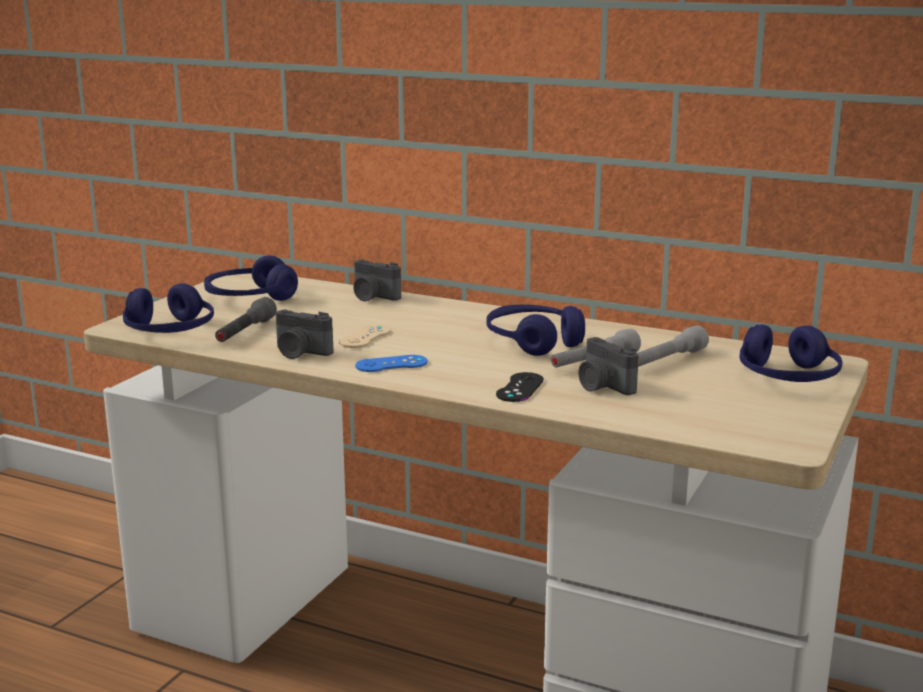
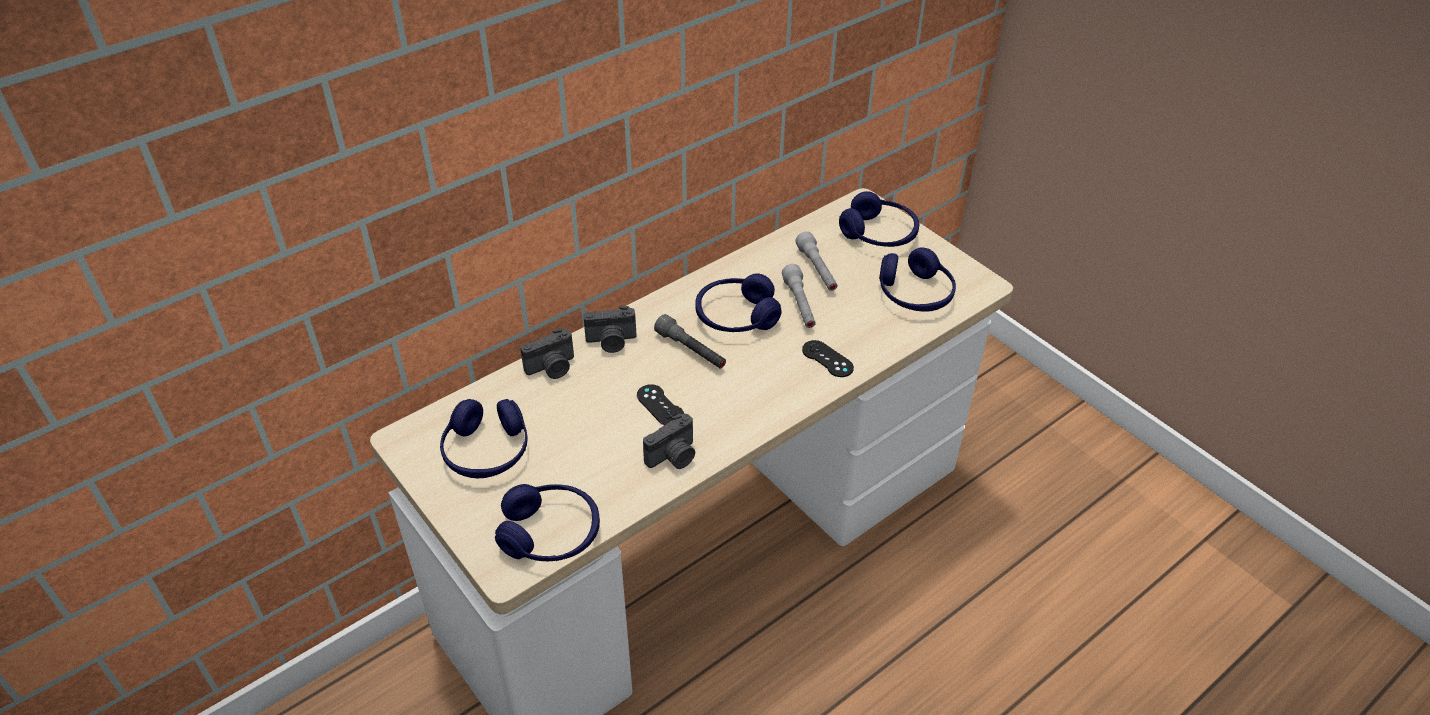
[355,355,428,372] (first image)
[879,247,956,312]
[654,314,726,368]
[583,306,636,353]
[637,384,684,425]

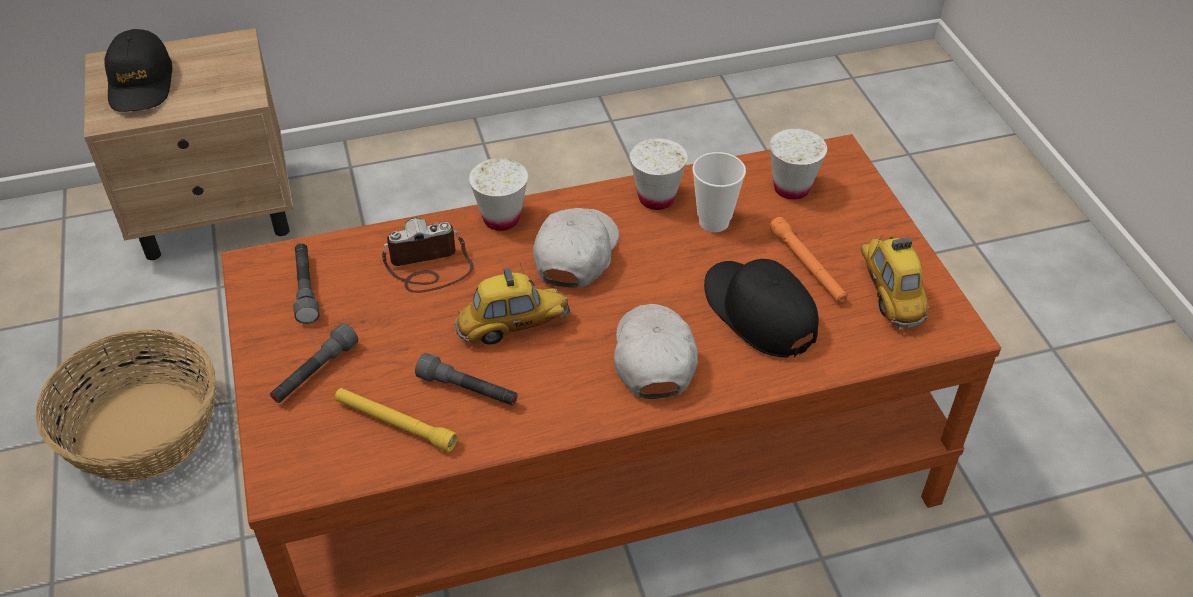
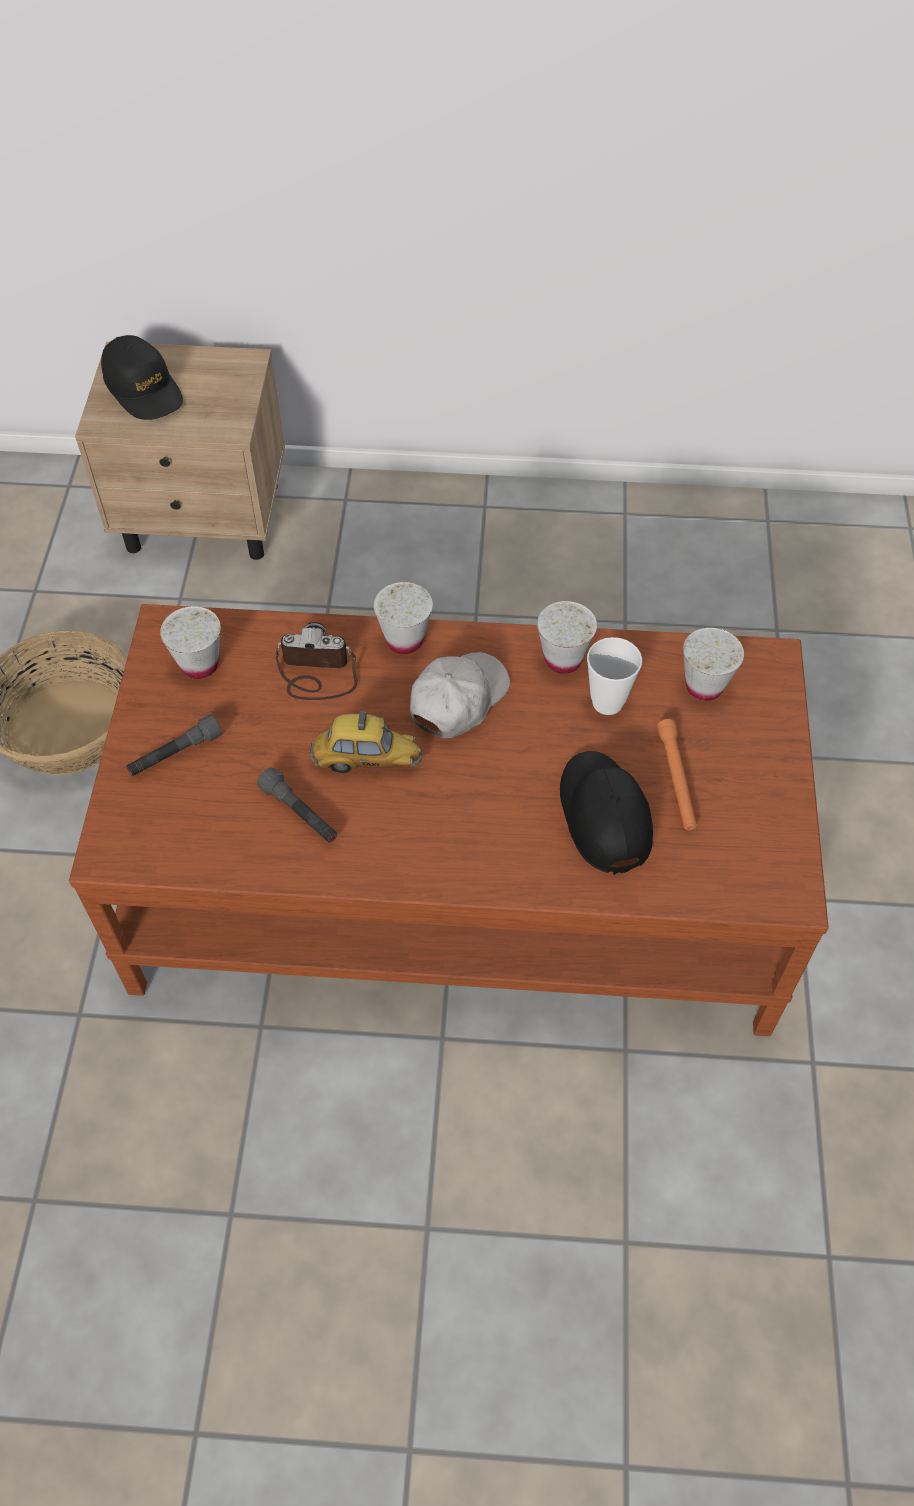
[335,388,458,452] (first image)
[614,304,698,399] (first image)
[861,236,929,331] (first image)
[160,606,221,679]
[101,335,183,420]

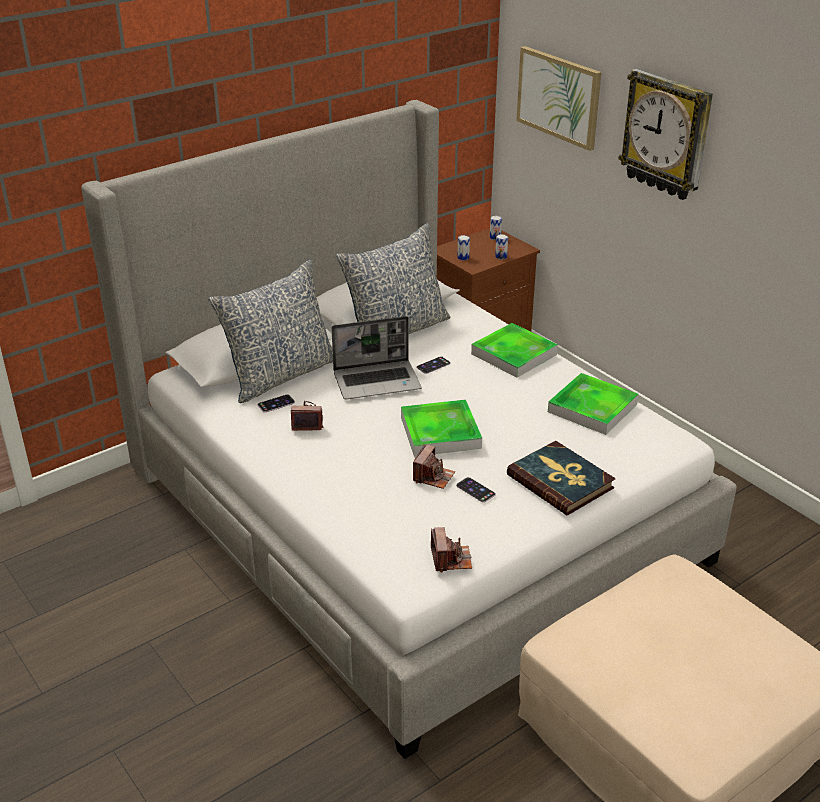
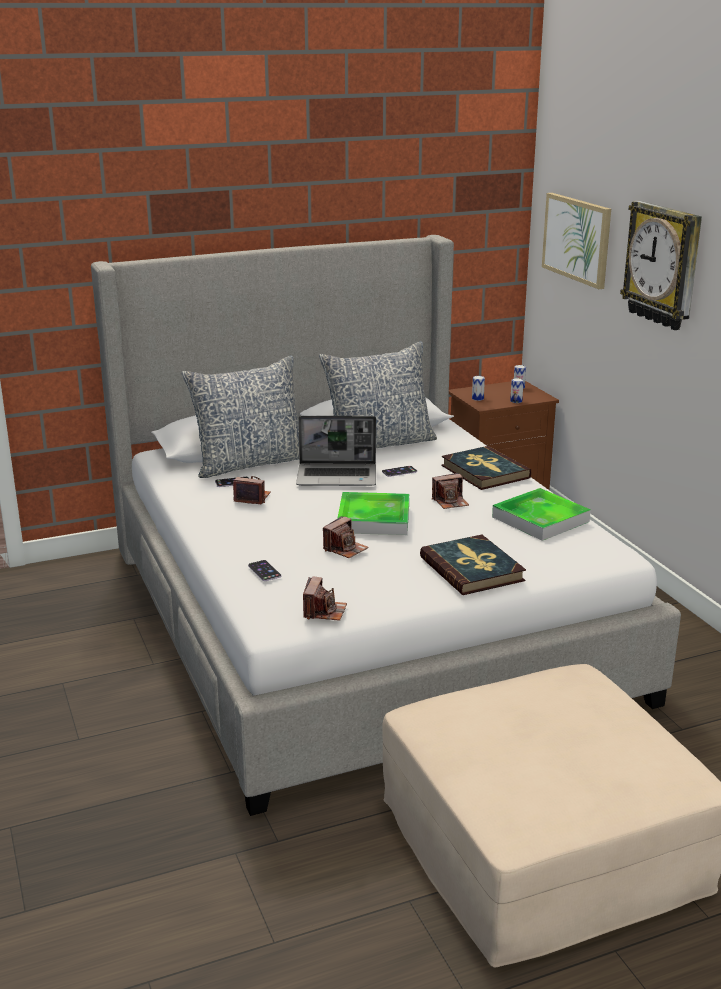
[432,473,469,509]
[248,560,282,581]
[441,446,532,490]

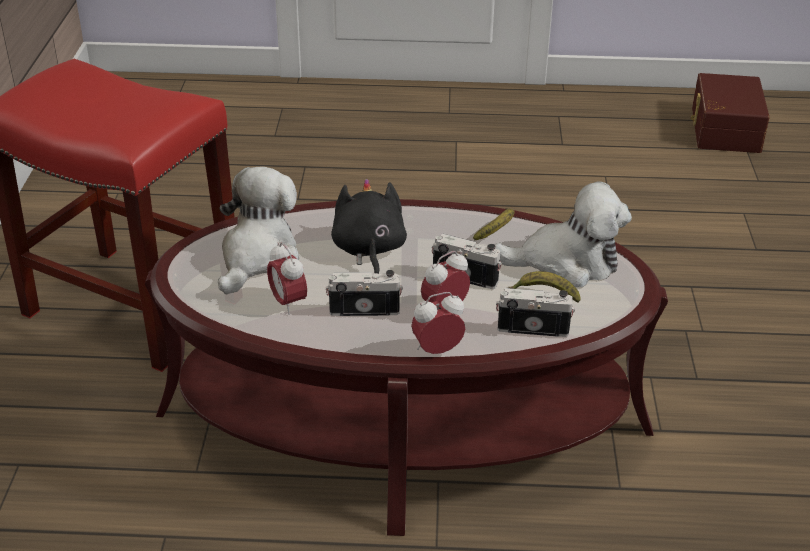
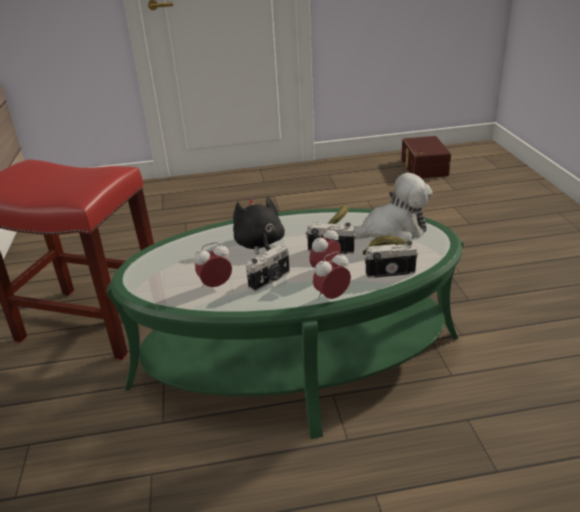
[218,167,299,294] (first image)
[106,208,463,439]
[194,242,232,287]
[246,244,290,292]

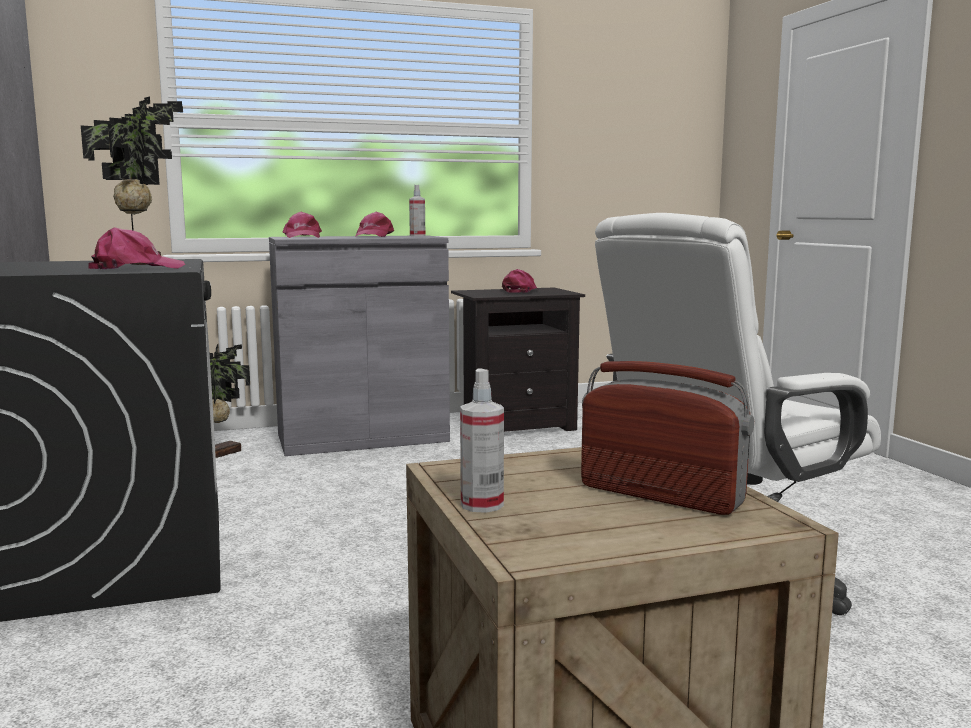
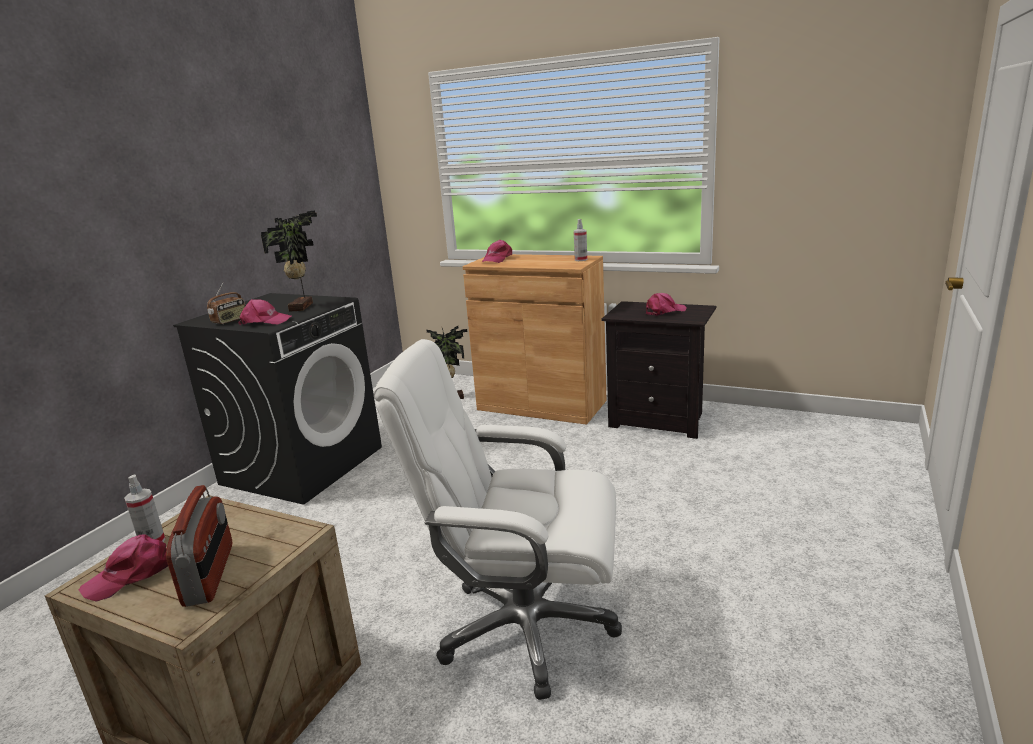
[207,283,245,324]
[79,534,168,602]
[463,254,607,425]

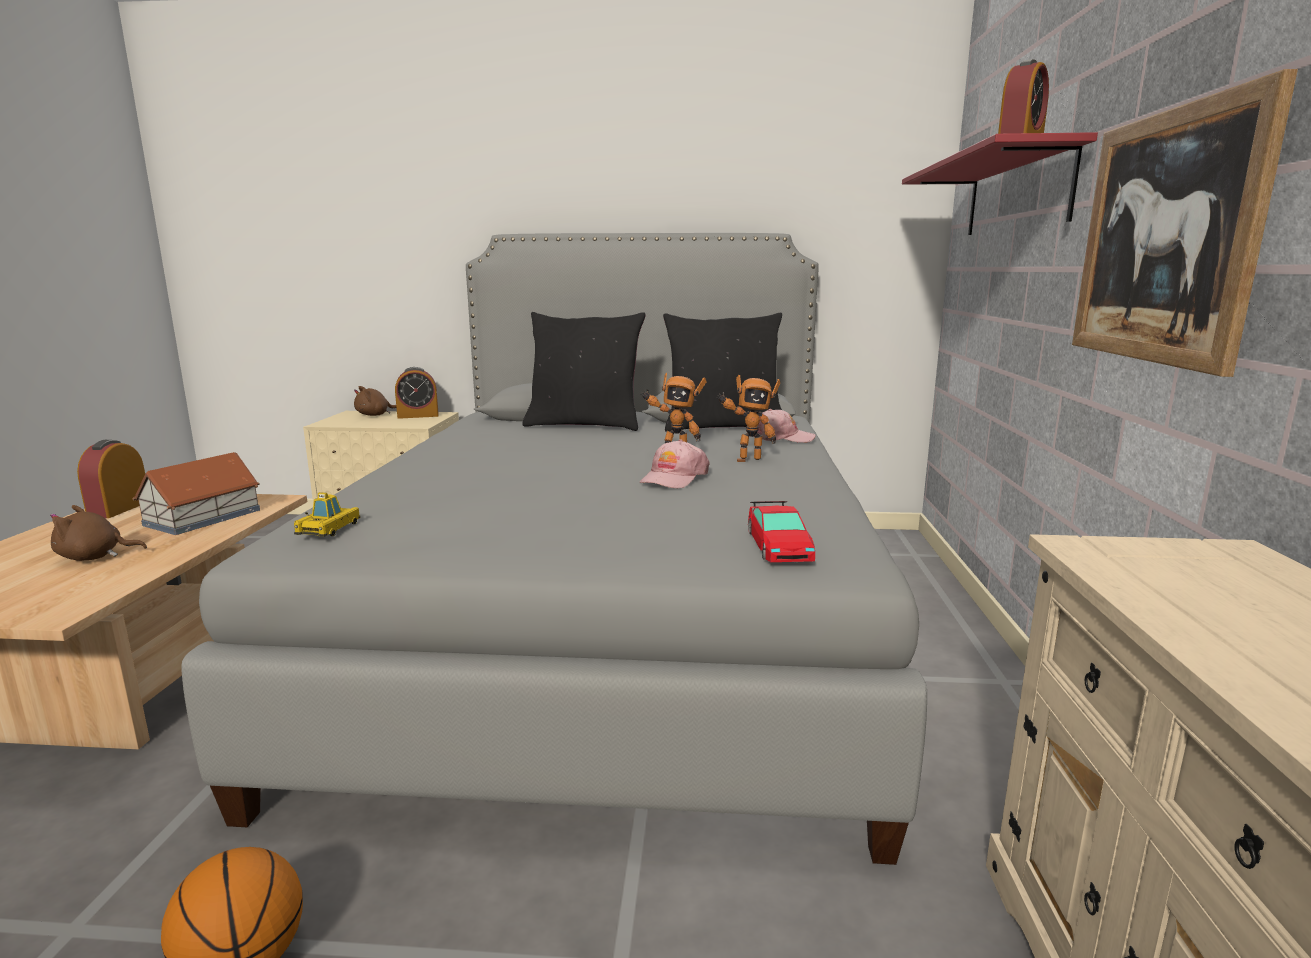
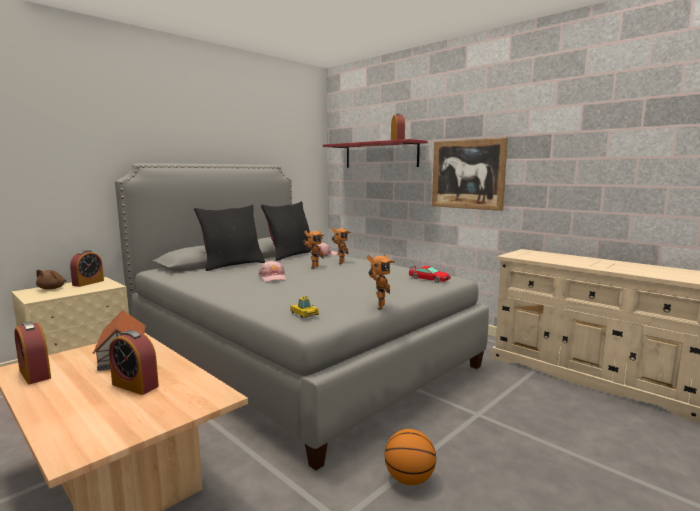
[366,254,395,310]
[258,260,286,282]
[109,330,159,395]

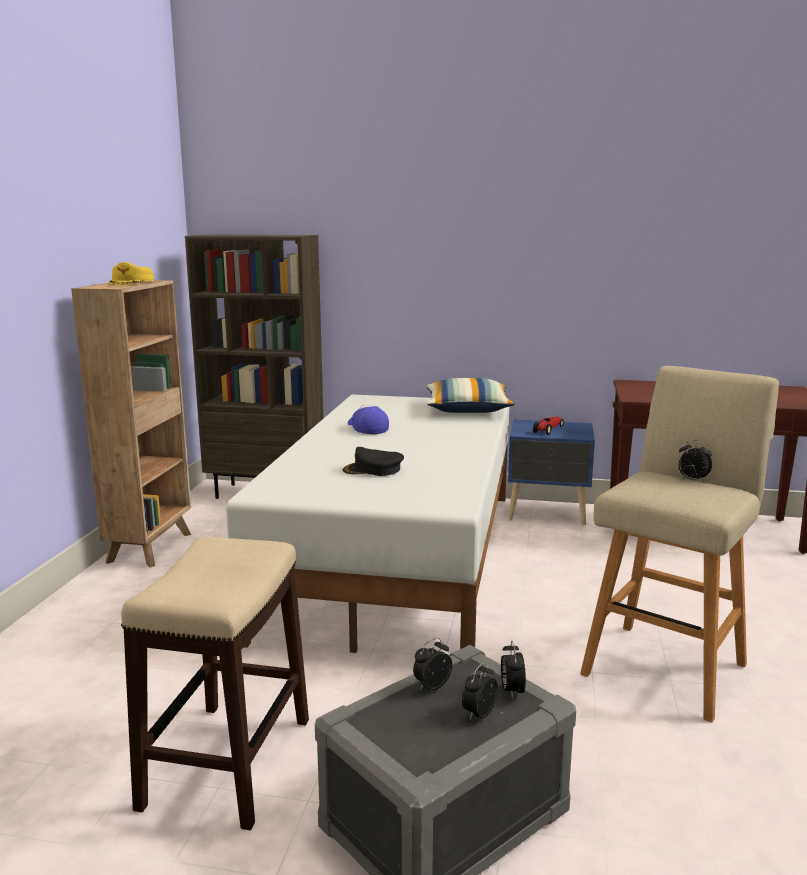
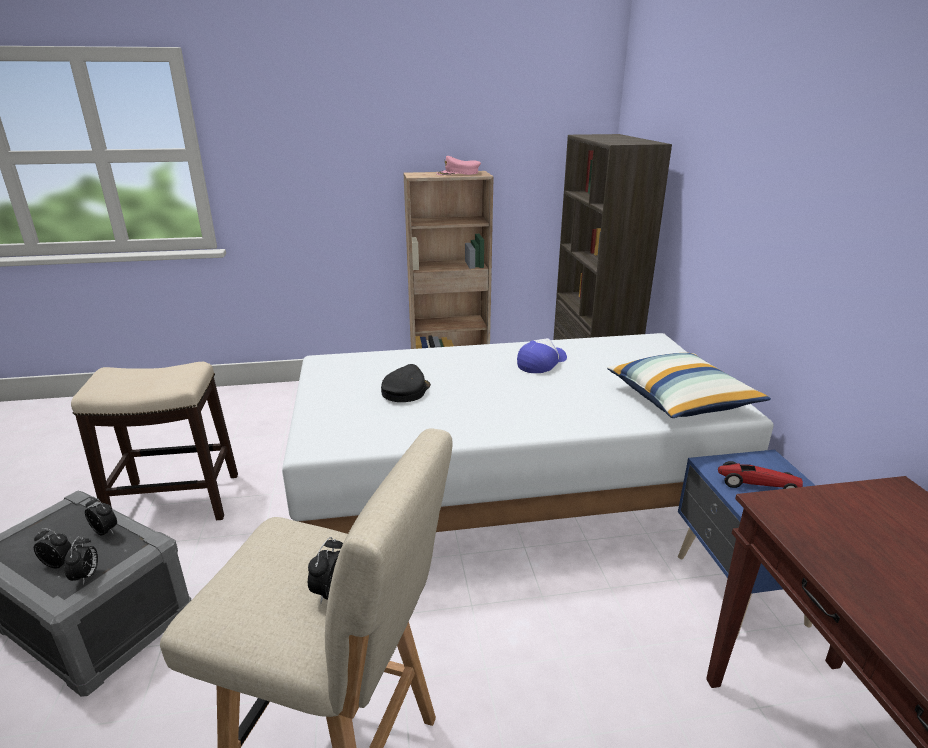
[436,156,481,175]
[381,364,431,402]
[64,536,98,585]

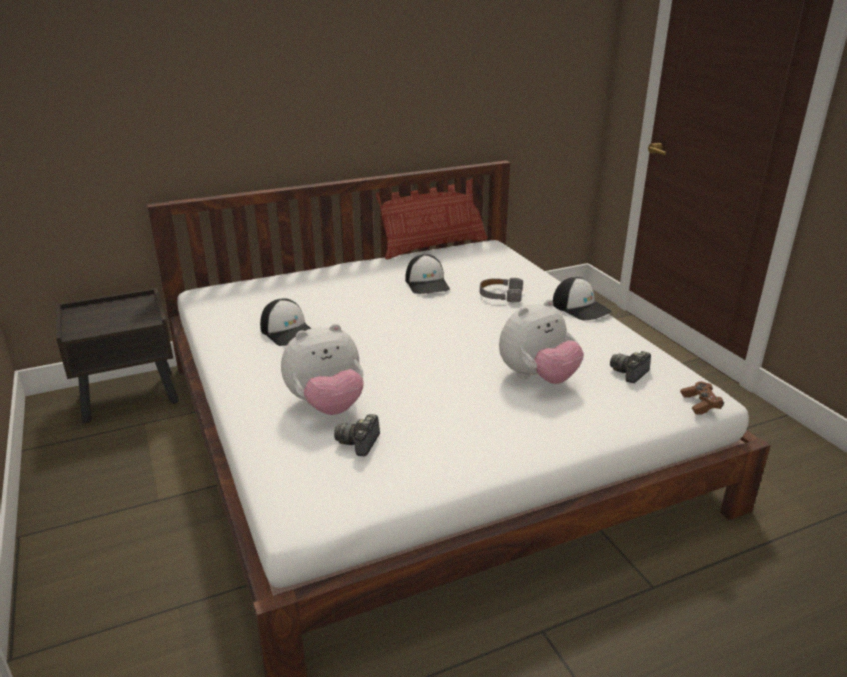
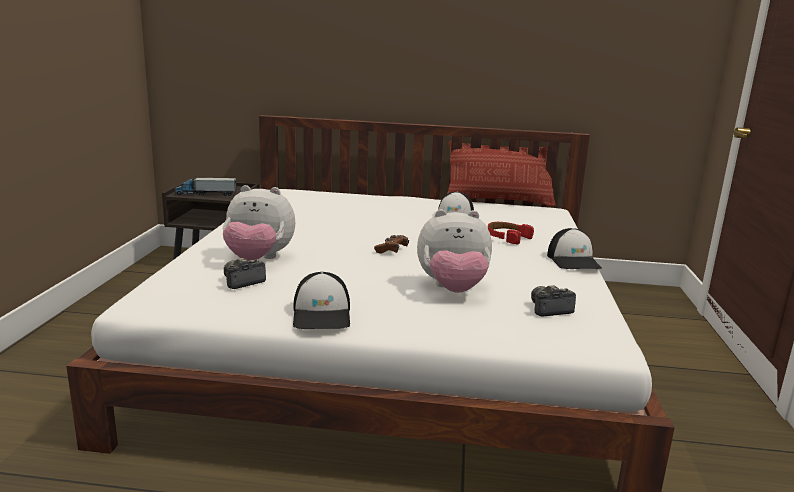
[175,176,237,196]
[293,272,350,329]
[374,235,409,254]
[488,222,534,244]

